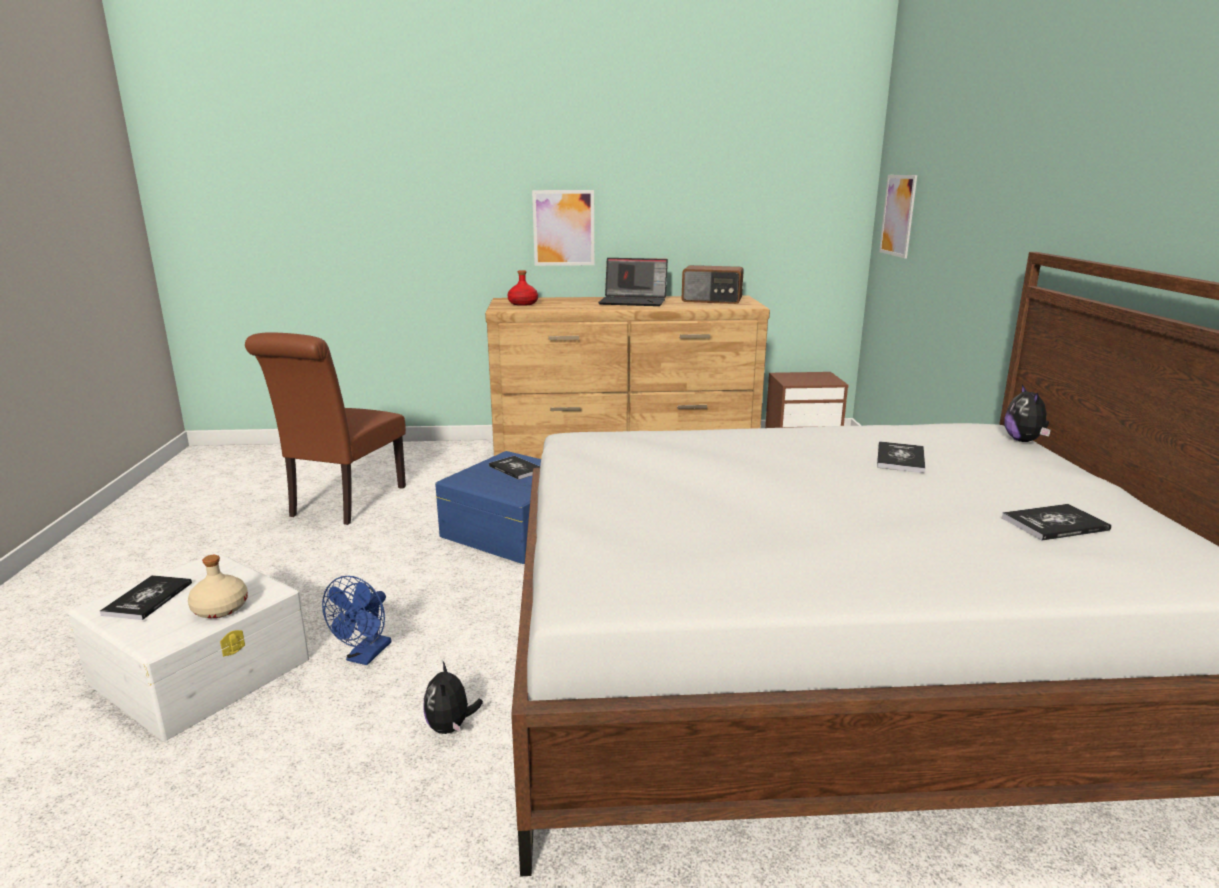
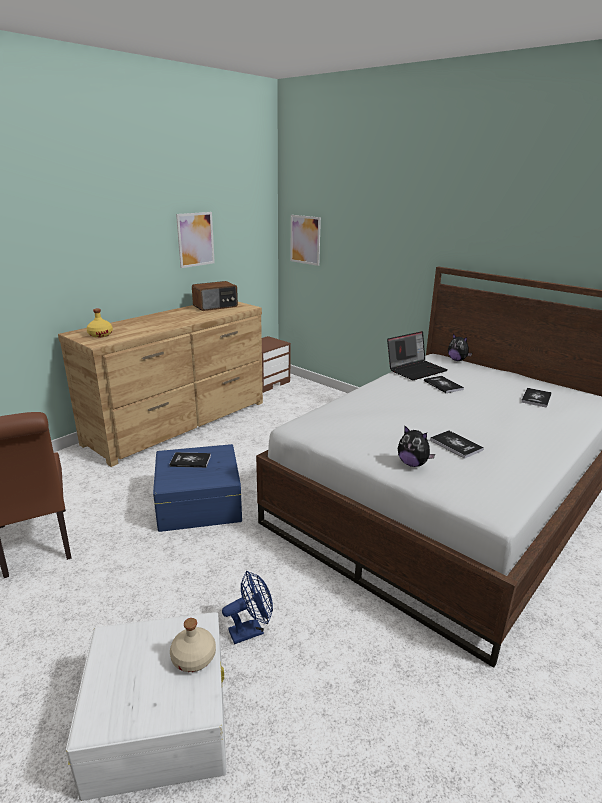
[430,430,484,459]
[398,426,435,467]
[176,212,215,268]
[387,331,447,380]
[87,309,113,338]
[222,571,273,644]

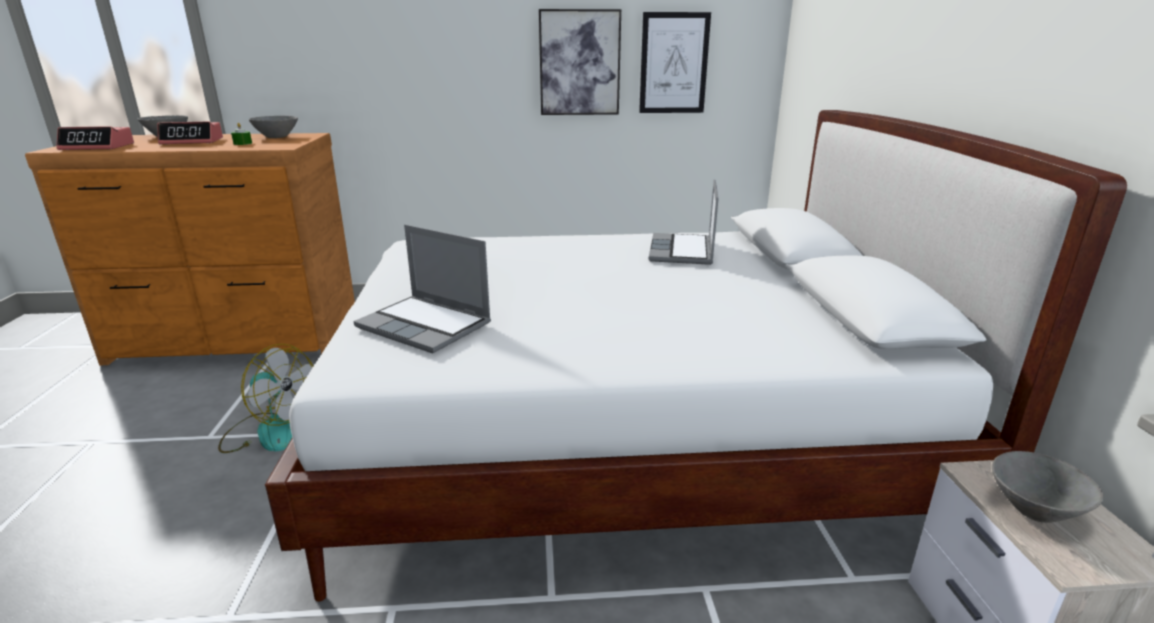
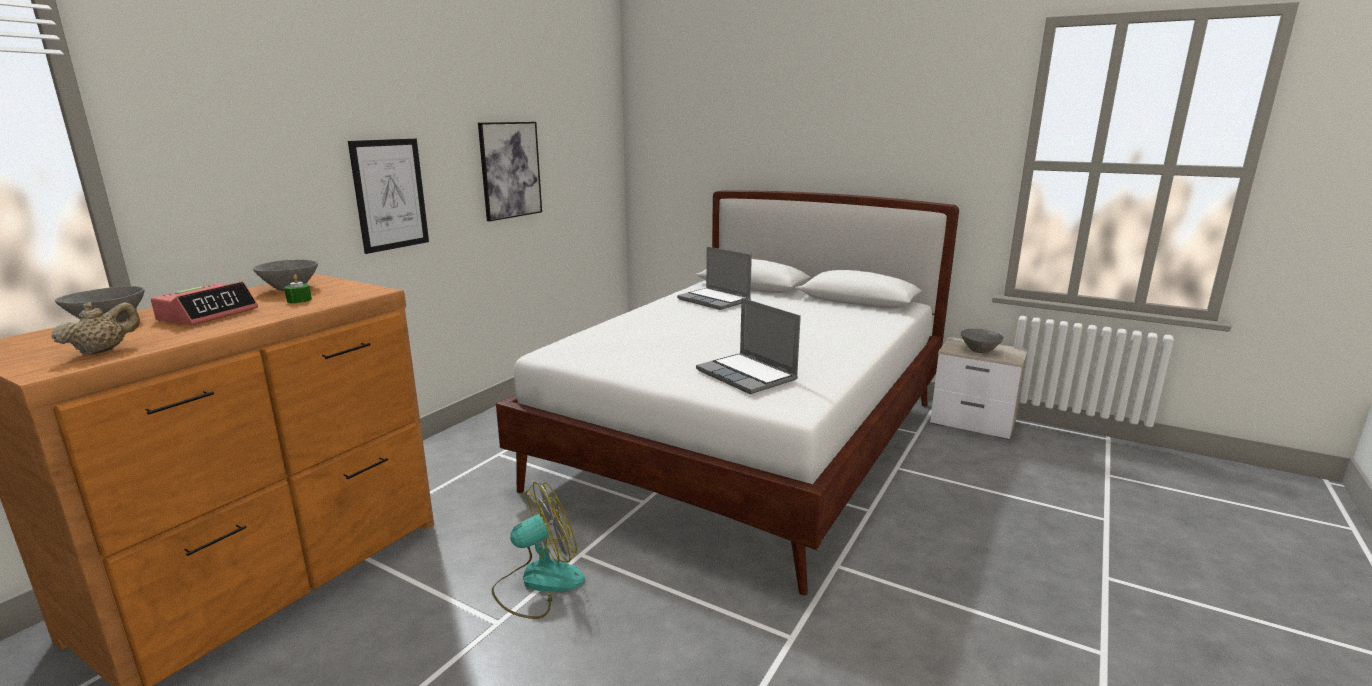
[348,139,429,254]
[51,302,140,355]
[696,298,801,394]

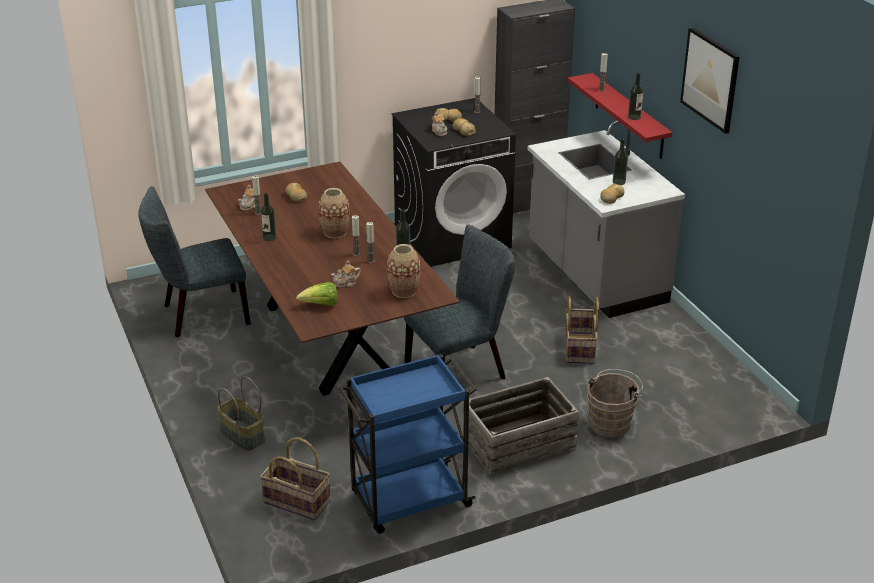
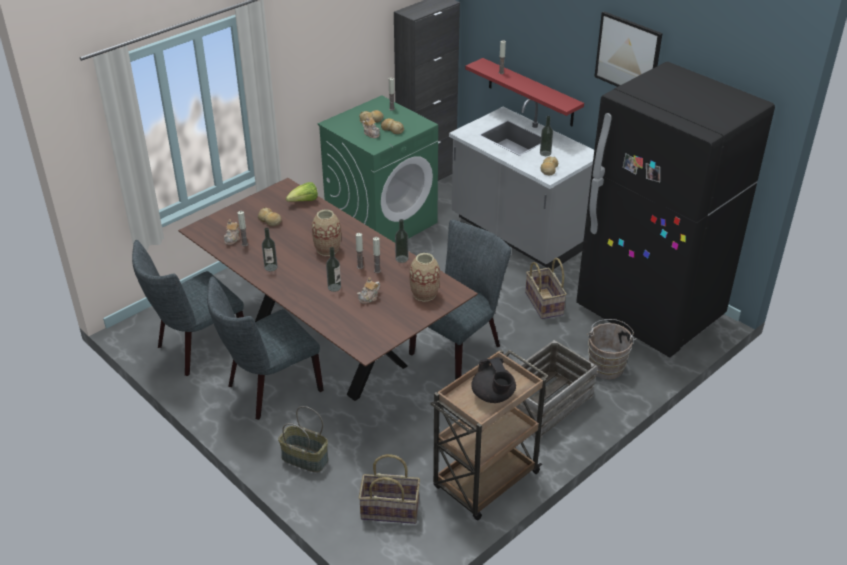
[207,276,324,420]
[471,357,516,403]
[576,62,775,358]
[286,182,318,202]
[326,247,341,292]
[430,349,549,520]
[317,95,438,243]

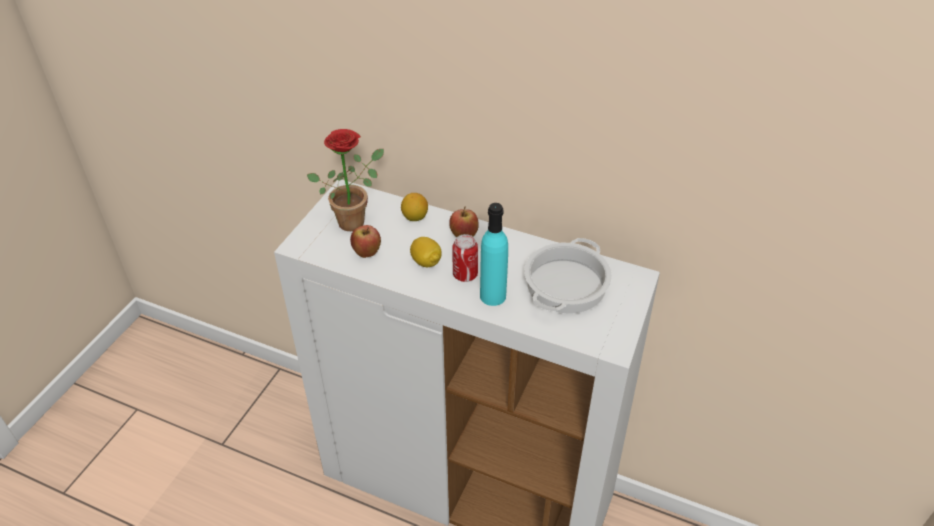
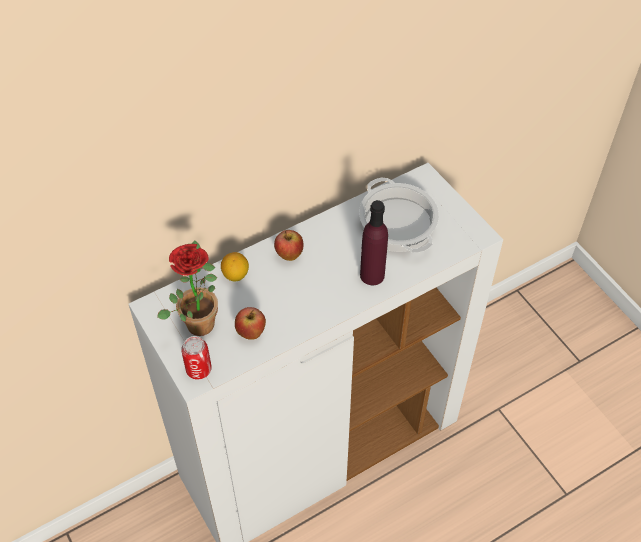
[410,237,442,267] (first image)
[181,336,212,380]
[360,200,388,285]

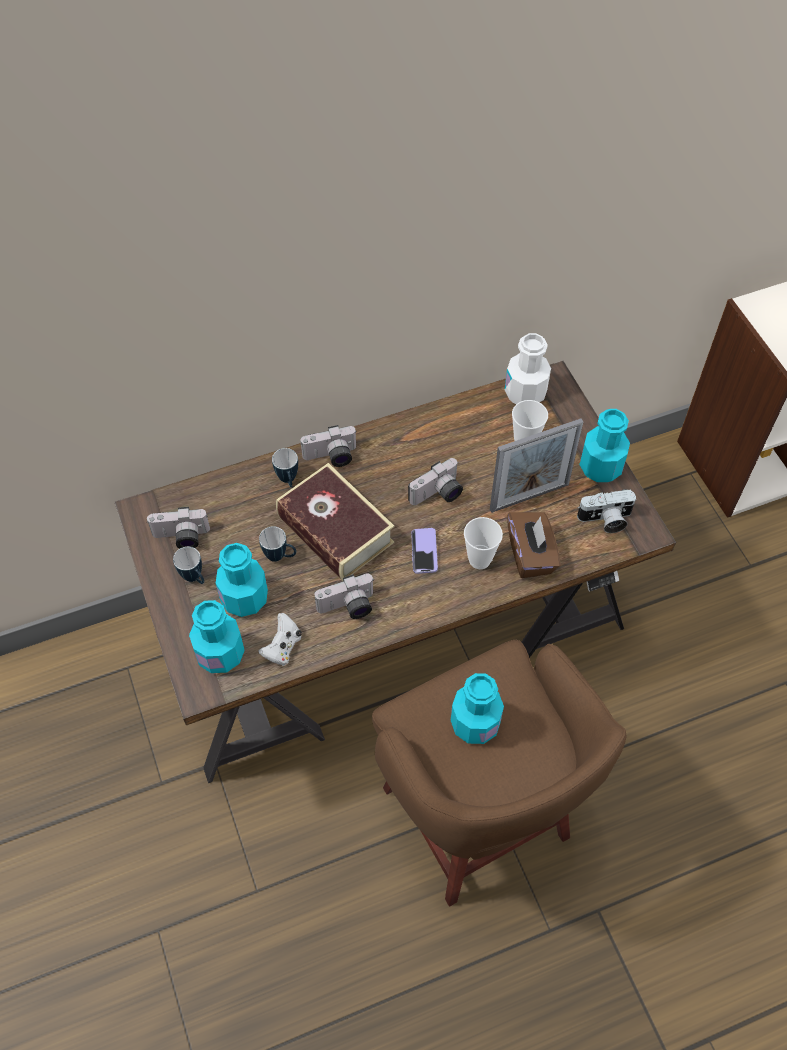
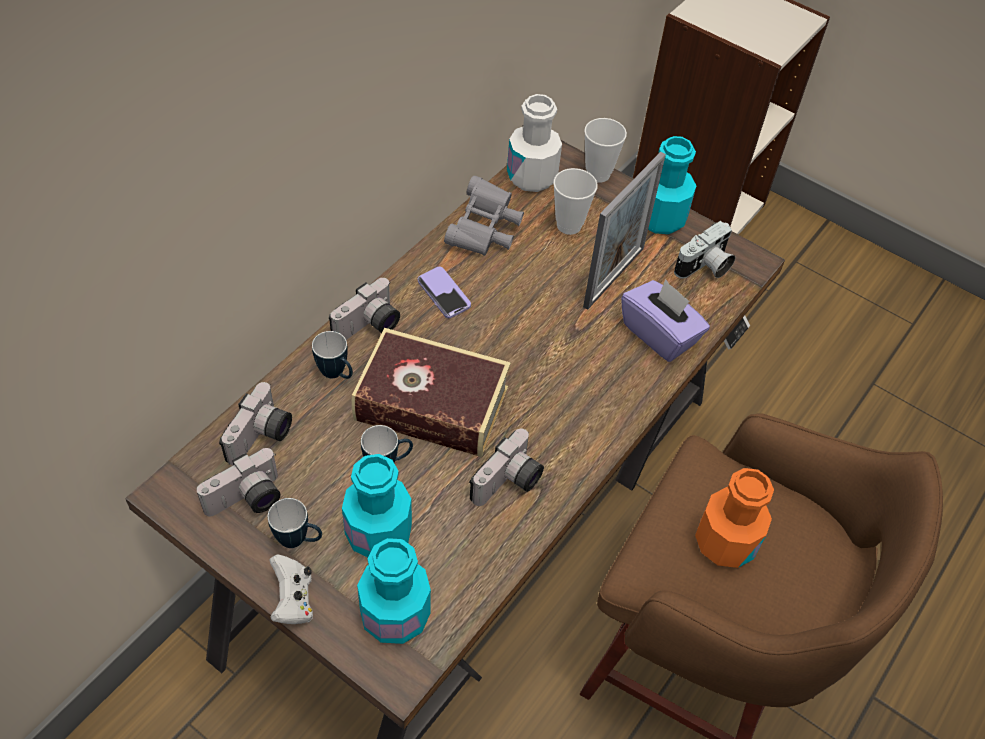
[444,176,524,256]
[269,554,313,624]
[219,382,292,465]
[418,267,471,318]
[584,118,627,183]
[695,468,774,568]
[621,279,710,362]

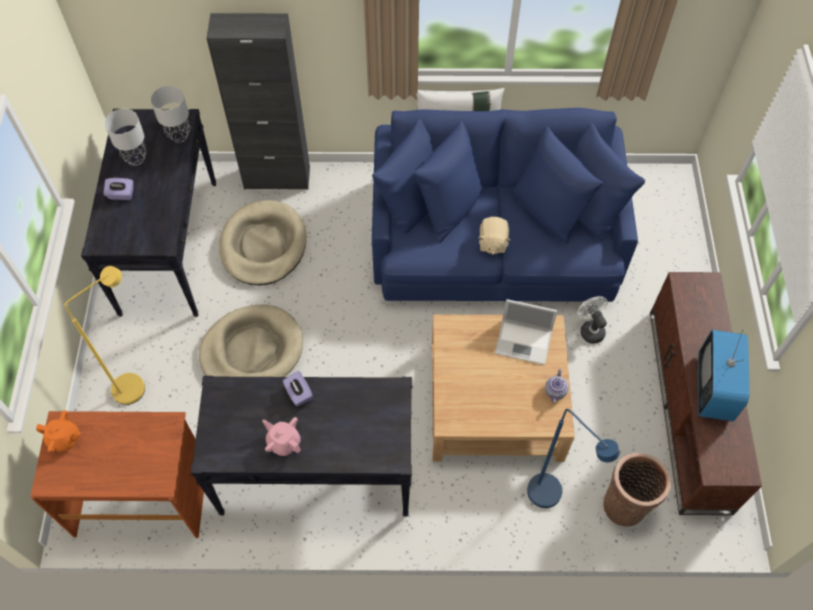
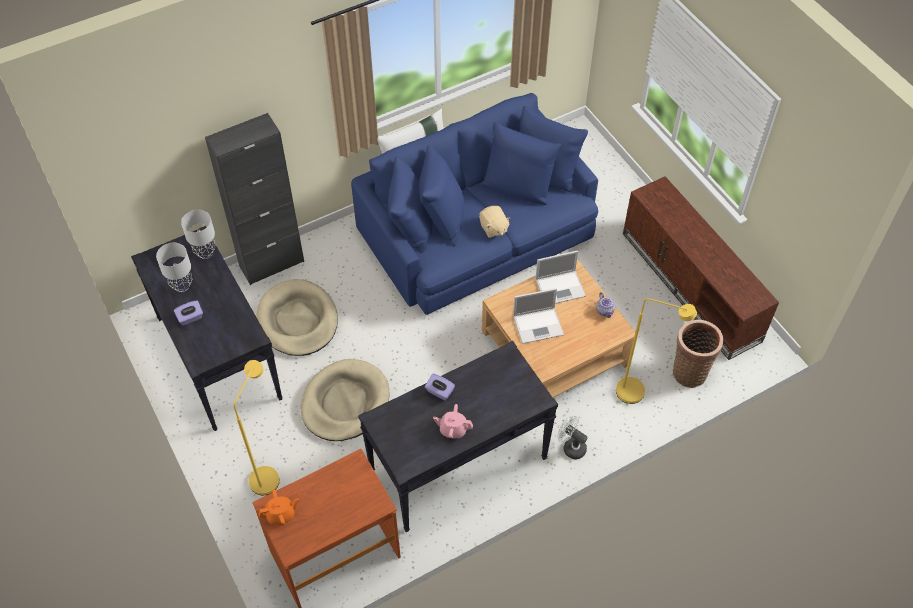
[698,330,749,421] (first image)
[513,288,564,344]
[557,416,587,459]
[616,298,697,404]

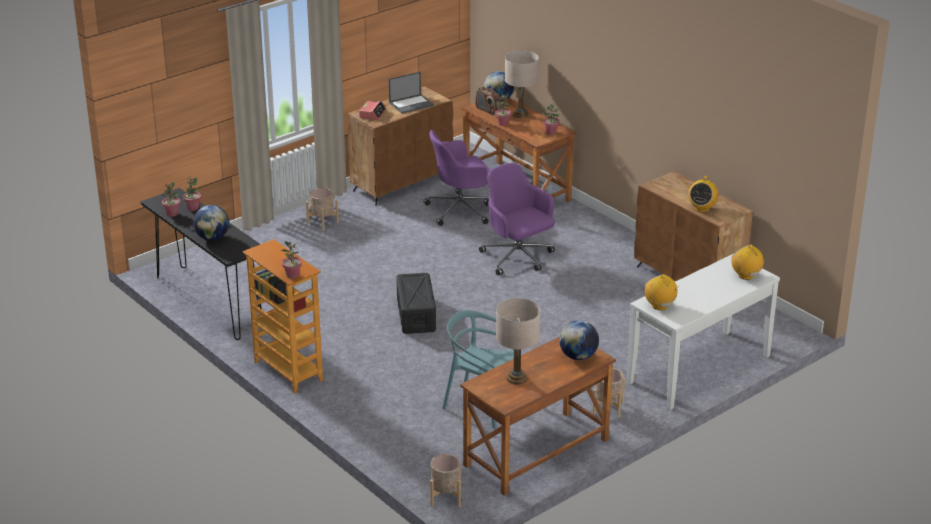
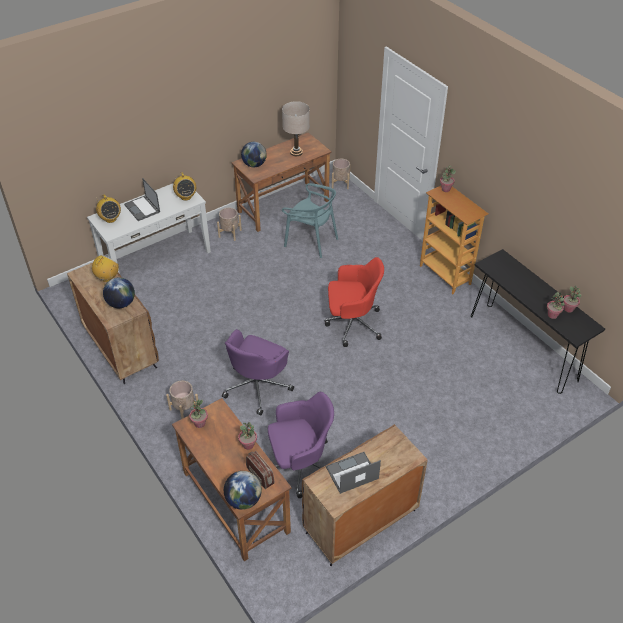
[359,101,386,120] (first image)
[505,50,539,118] (first image)
[124,178,160,221]
[103,277,135,308]
[166,381,200,419]
[325,257,384,347]
[222,329,294,415]

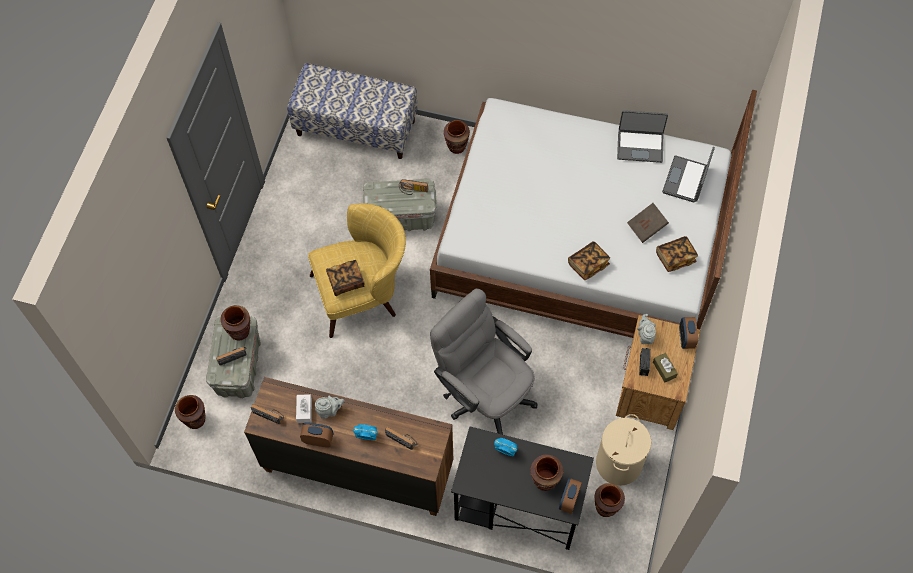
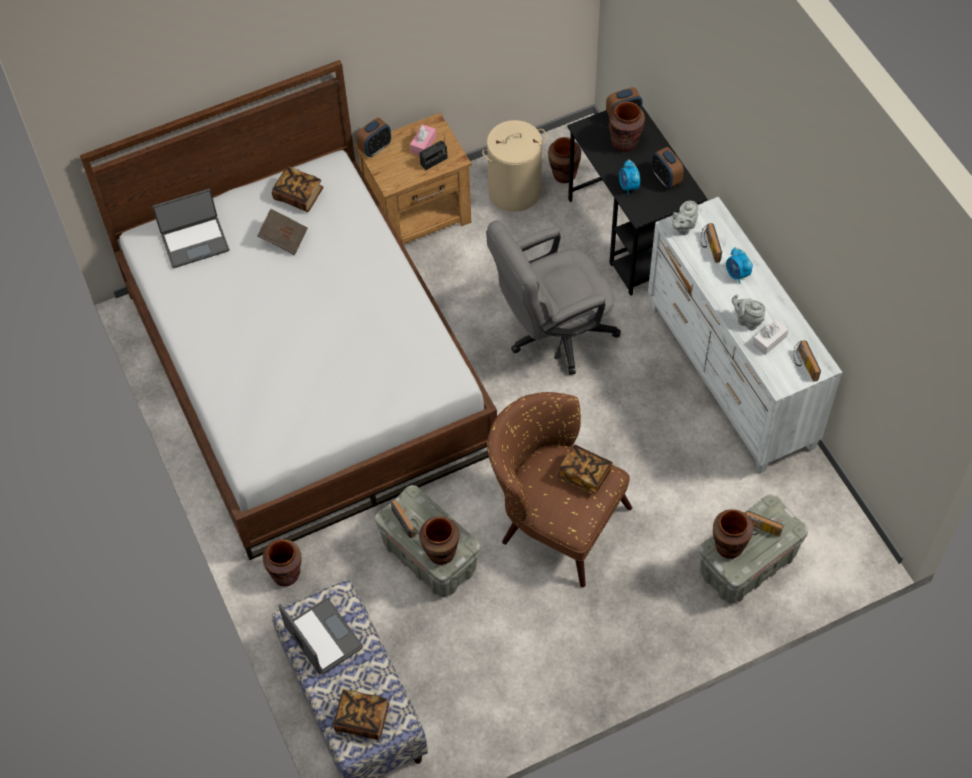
[419,516,459,565]
[651,147,684,189]
[333,689,389,740]
[278,598,363,674]
[672,201,699,235]
[648,197,842,473]
[487,392,632,587]
[410,124,436,156]
[486,221,621,375]

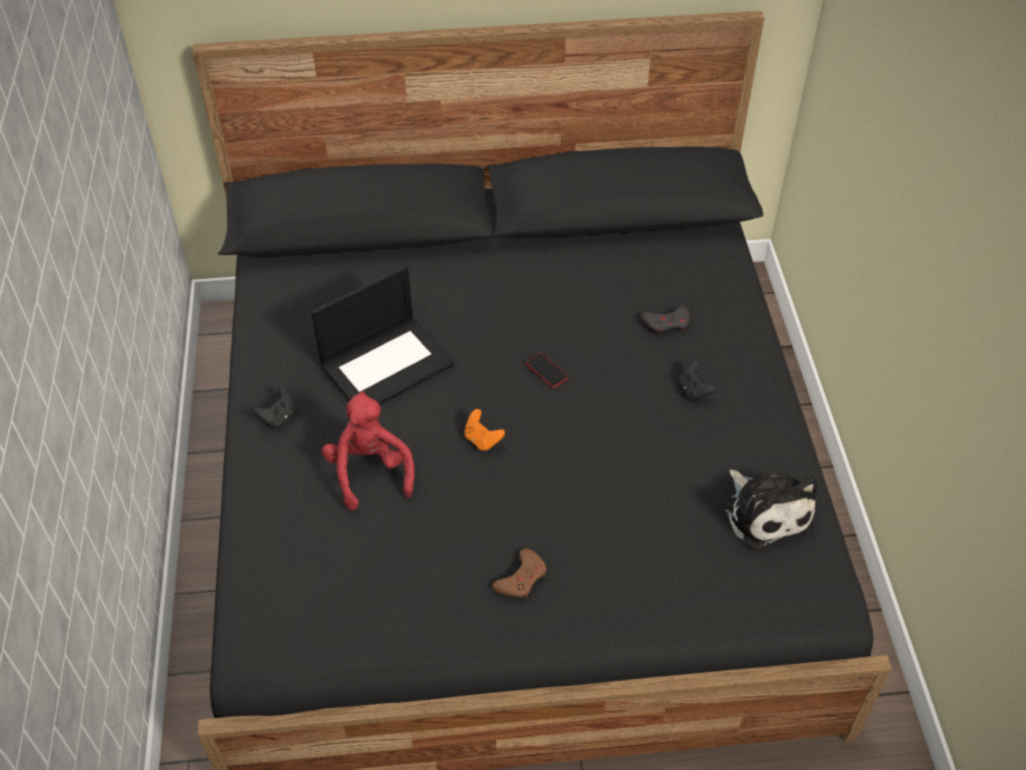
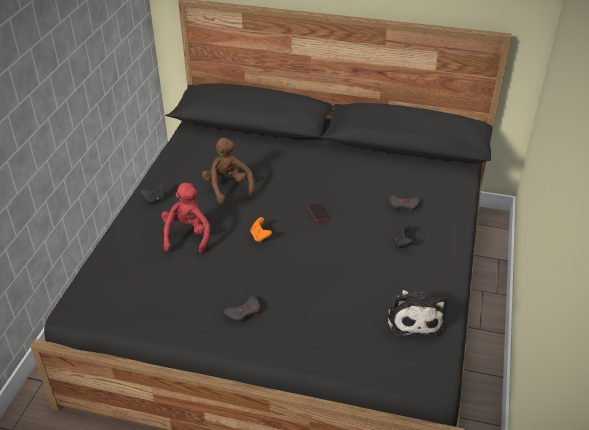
[202,138,254,204]
[223,296,260,323]

